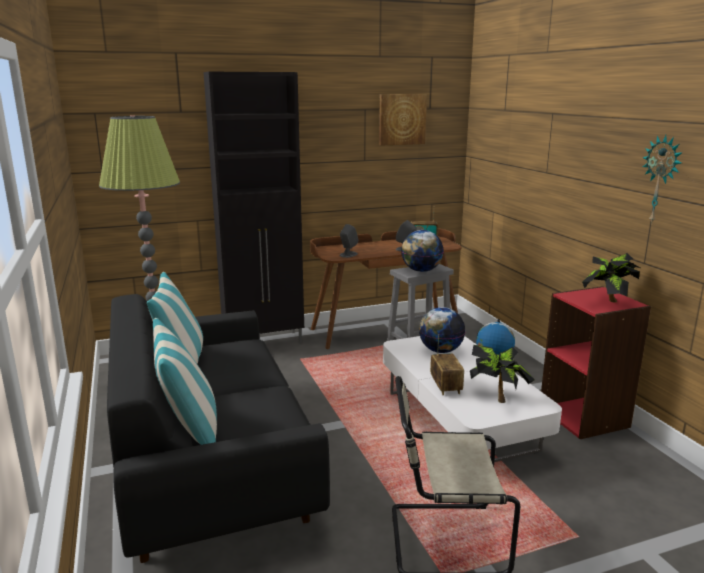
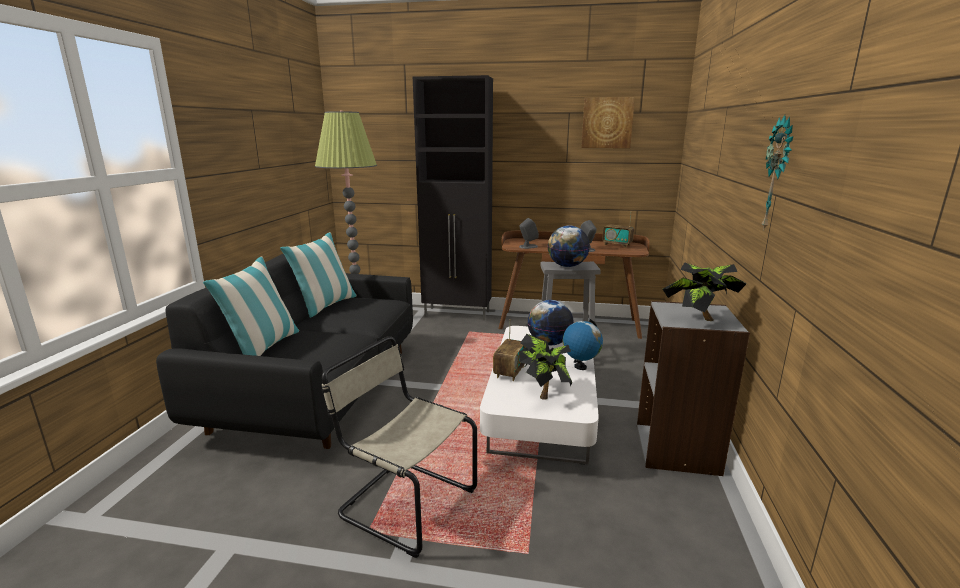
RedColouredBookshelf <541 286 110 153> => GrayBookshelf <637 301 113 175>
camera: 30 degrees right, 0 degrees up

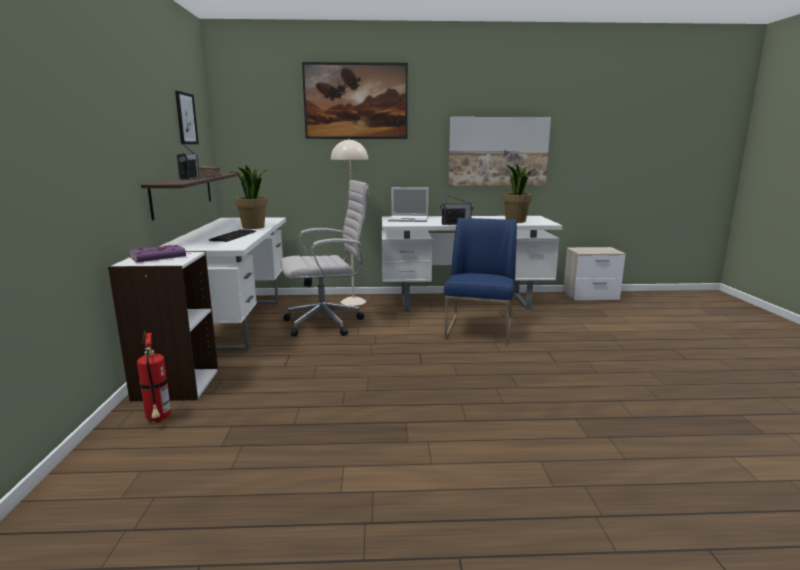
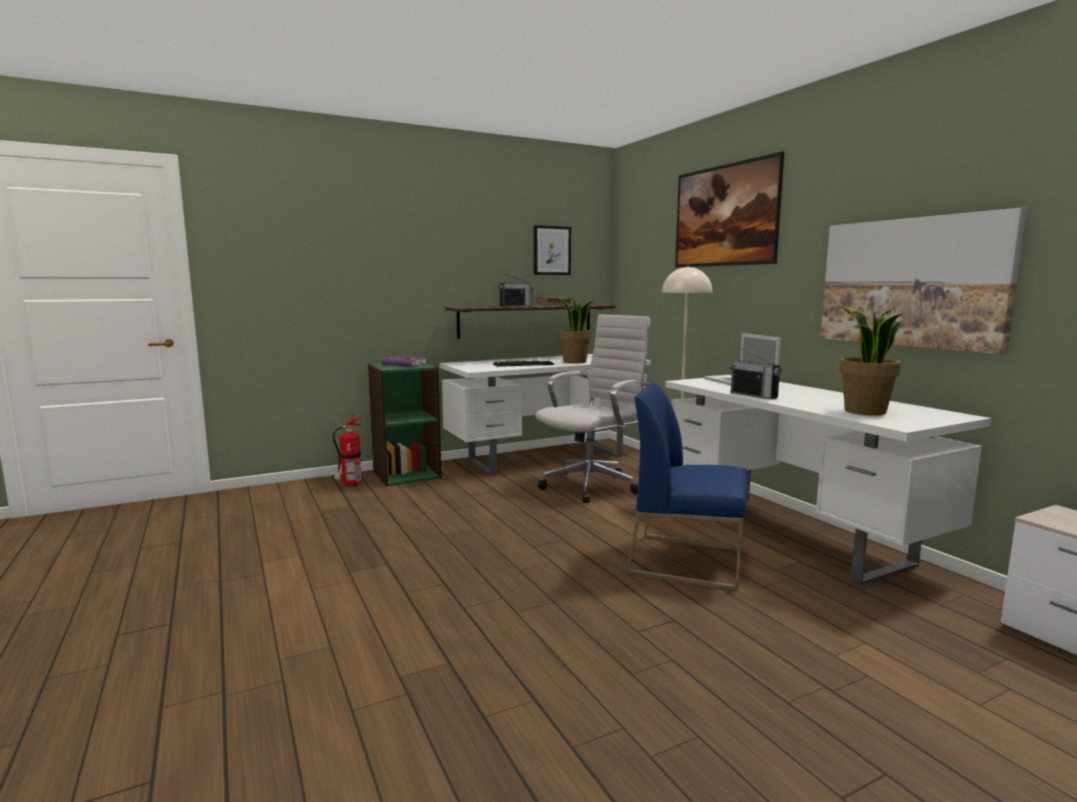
WhiteColouredBookshelf <108 251 110 150> => GreenishBookshelf <368 363 74 124>
WhiteColouredOfficeChair <280 180 89 157> => WhiteColouredOfficeChair <535 314 116 189>, 90 degrees counterclockwise
BlueUprightChair <444 218 73 127> => BlueUprightChair <626 382 123 209>, 150 degrees counterclockwise
camera: 65 degrees right, 5 degrees down

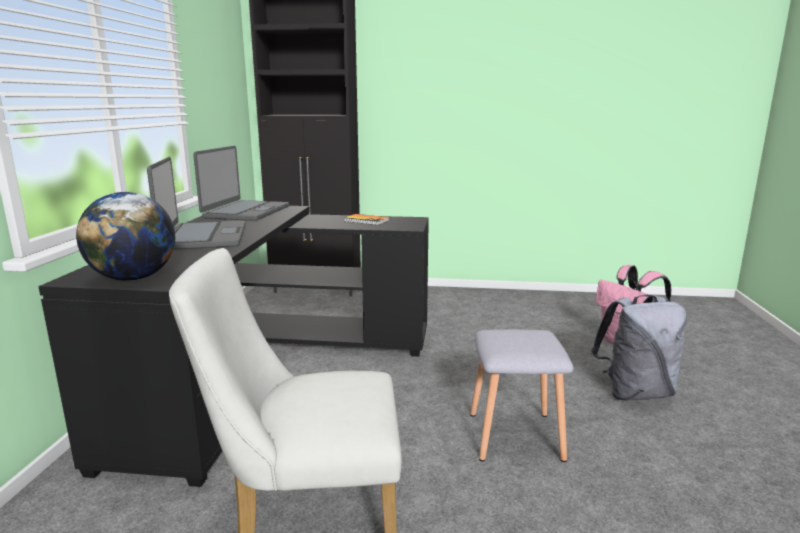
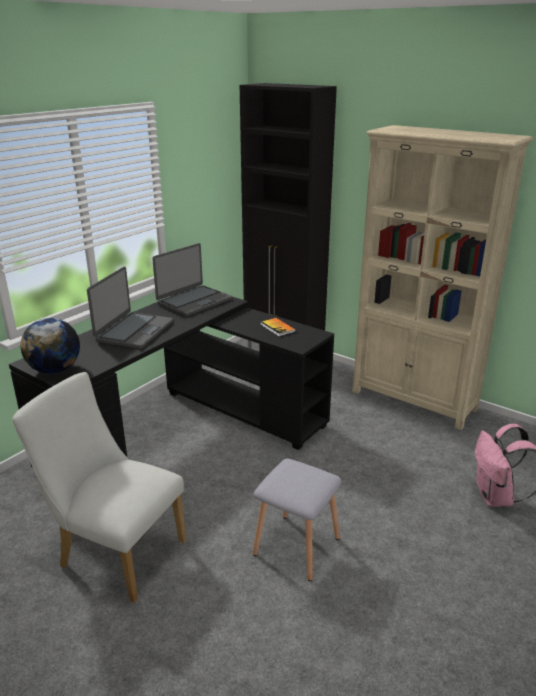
nothing => BeigeBookshelf <352 125 181 305>
GrayKnapsack <591 295 96 106> => nothing
camera: 30 degrees right, 10 degrees up

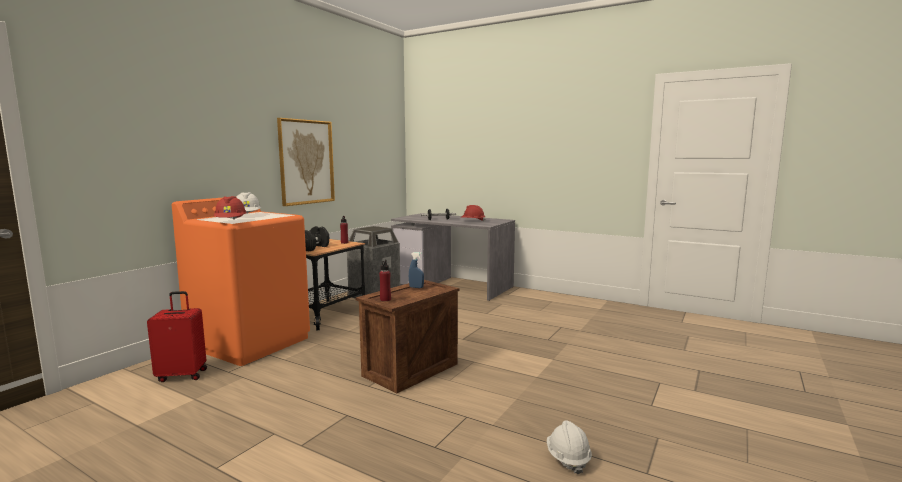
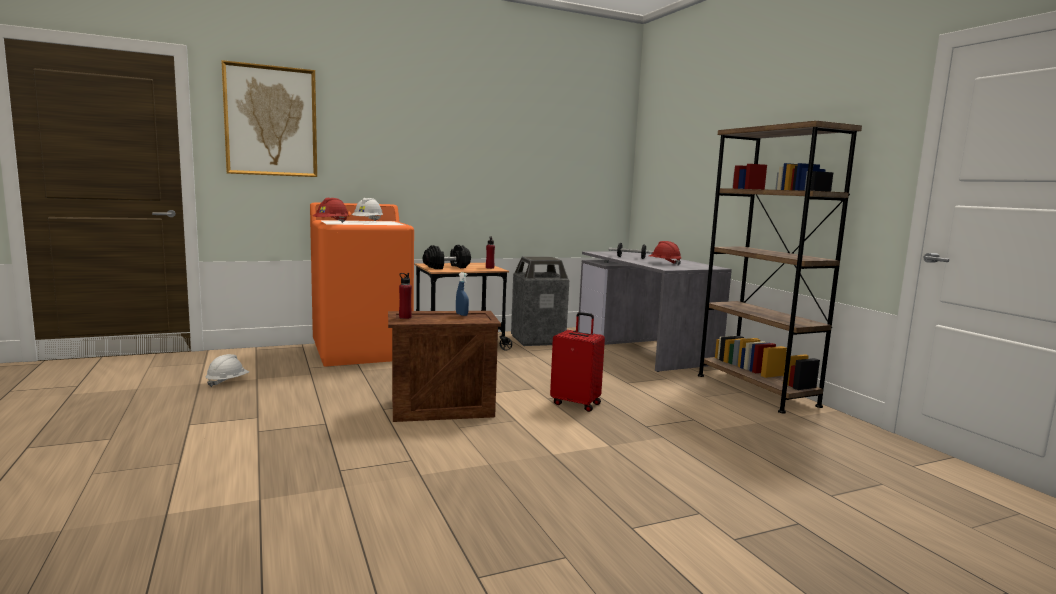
WhiteColouredHardHat <547 420 45 54> => WhiteColouredHardHat <206 354 43 33>, relocated
Picture <277 118 58 88> => Picture <221 60 96 117>, relocated
RedColouredSuitcase <147 291 60 91> => RedColouredSuitcase <550 312 55 100>, relocated
nothing => BrownBookshelf <698 121 164 292>
camera: 35 degrees right, 0 degrees up

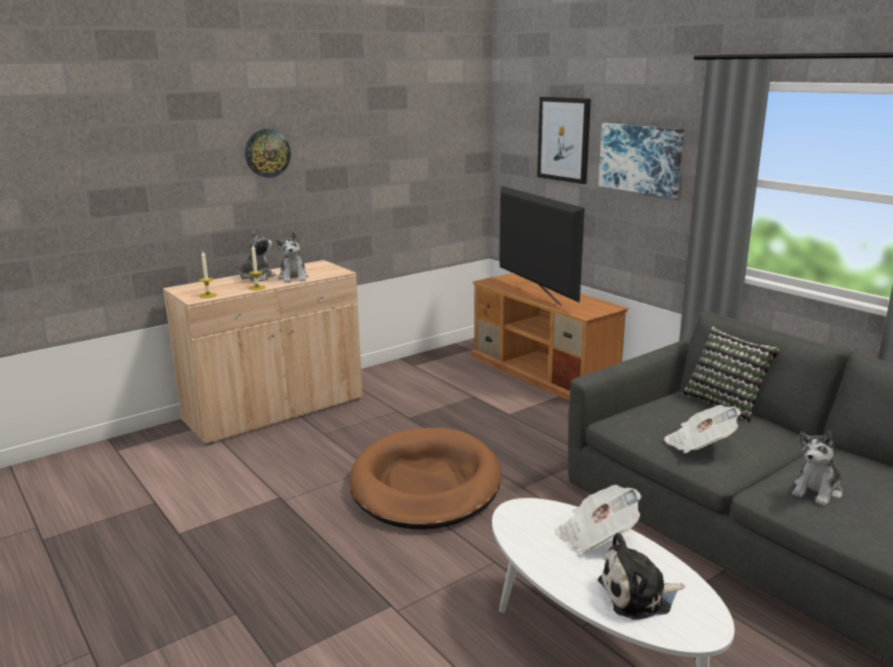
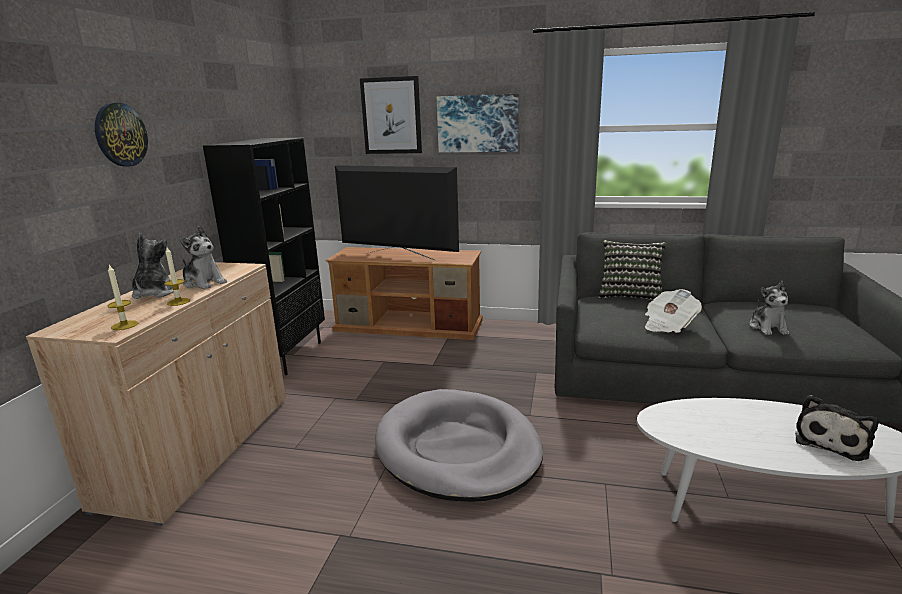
nothing => BlackColouredBookshelf <203 137 122 238>
BrownDogBed <349 428 152 101> => GrayDogBed <375 389 168 113>
DailyPaper <555 485 87 68> => nothing
camera: 40 degrees left, 0 degrees up

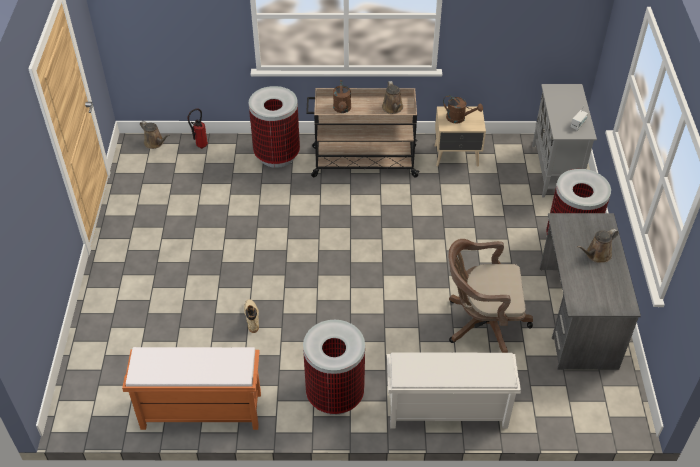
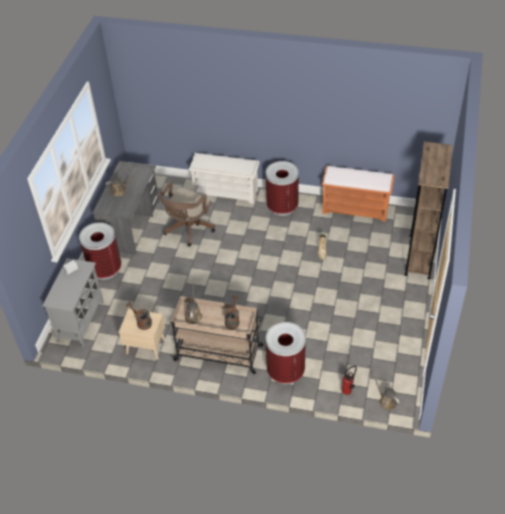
BrownOfficeChair <448 239 85 114> => BrownOfficeChair <158 181 57 66>, 105 degrees clockwise
nothing => BrownBookshelf <404 142 49 137>
camera: 165 degrees left, 0 degrees up

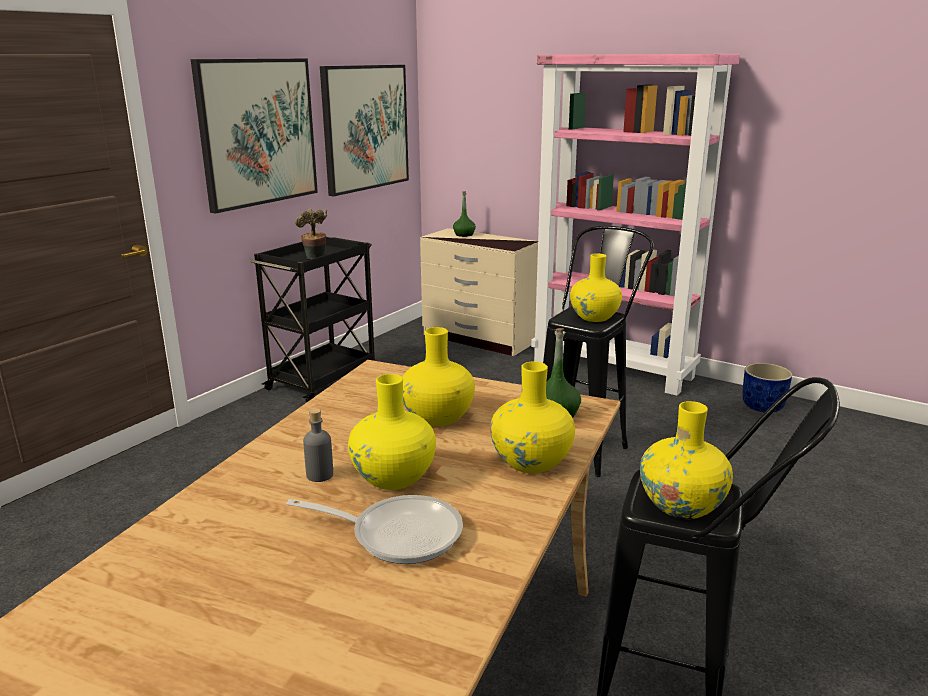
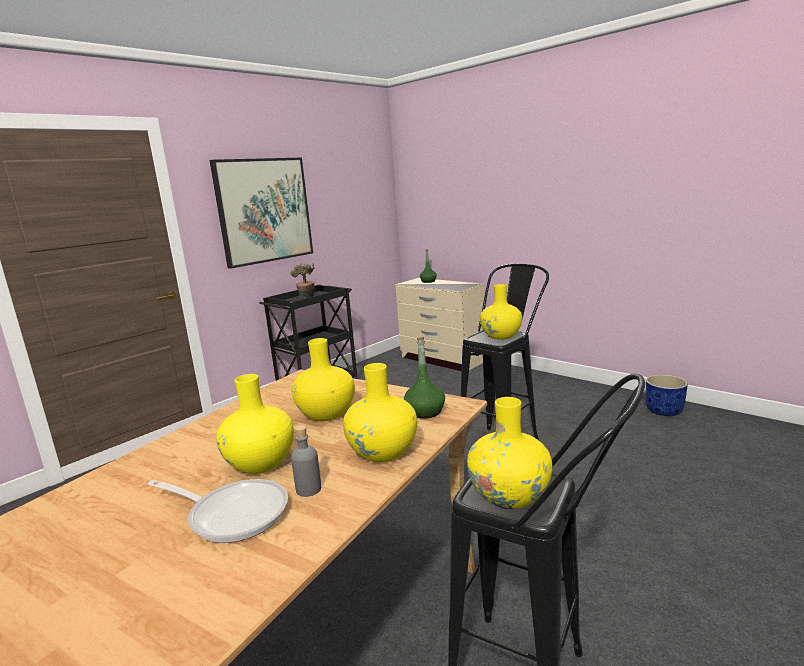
GrayBottle <303 408 30 74> => GrayBottle <291 425 30 72>, relocated
Picture <320 65 89 131> => nothing
PinkBookshelf <531 54 209 342> => nothing
camera: 10 degrees right, 5 degrees down

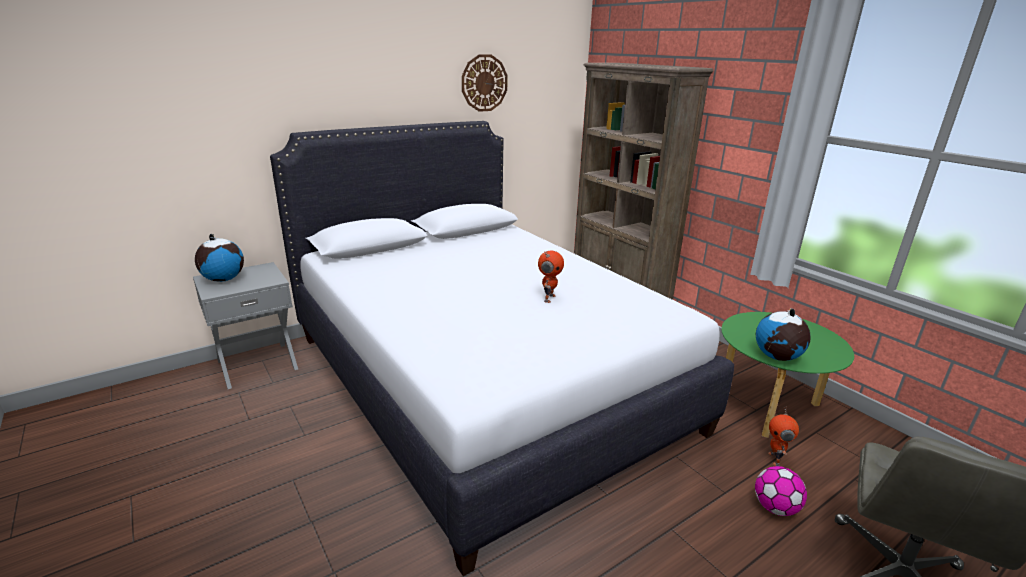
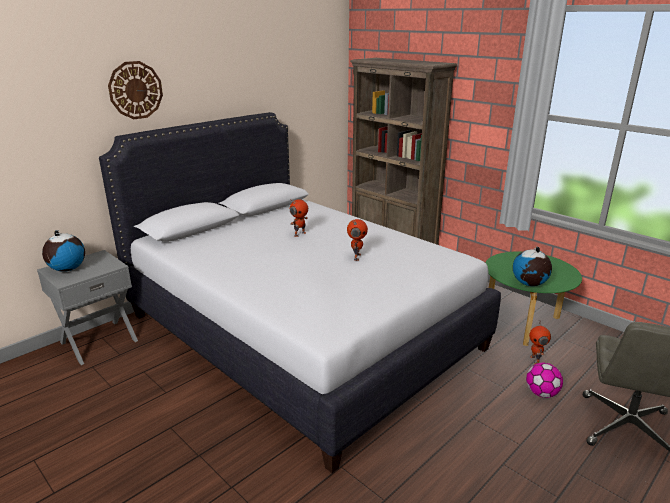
WallClock <462 54 46 58> => WallClock <108 61 55 58>, relocated
nothing => ModelRobot <290 199 18 38>
camera: 10 degrees left, 0 degrees up

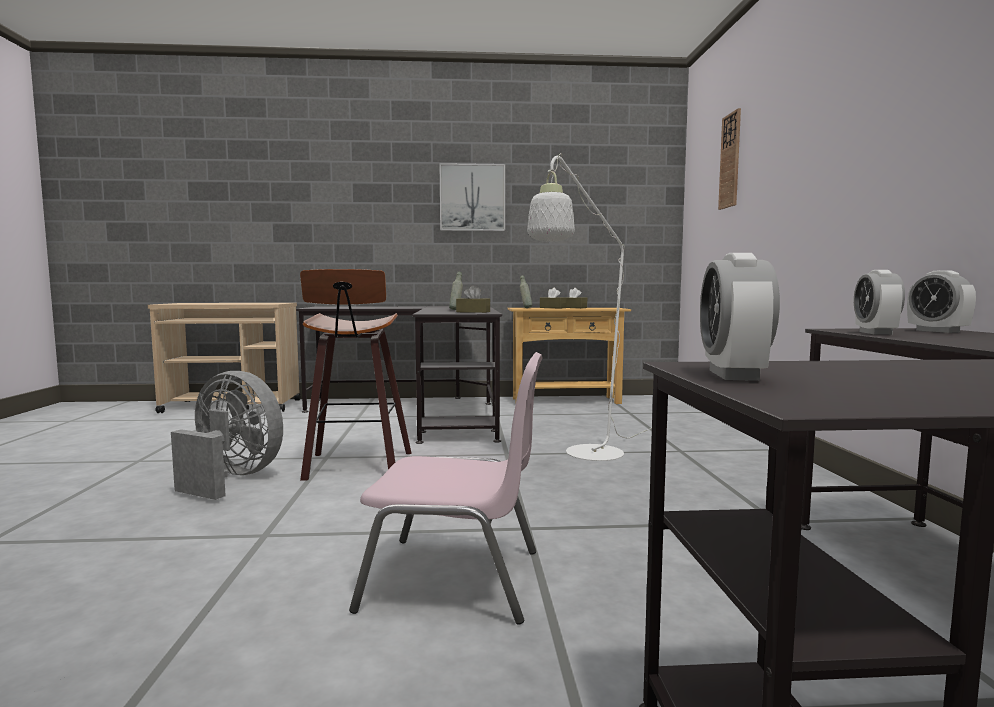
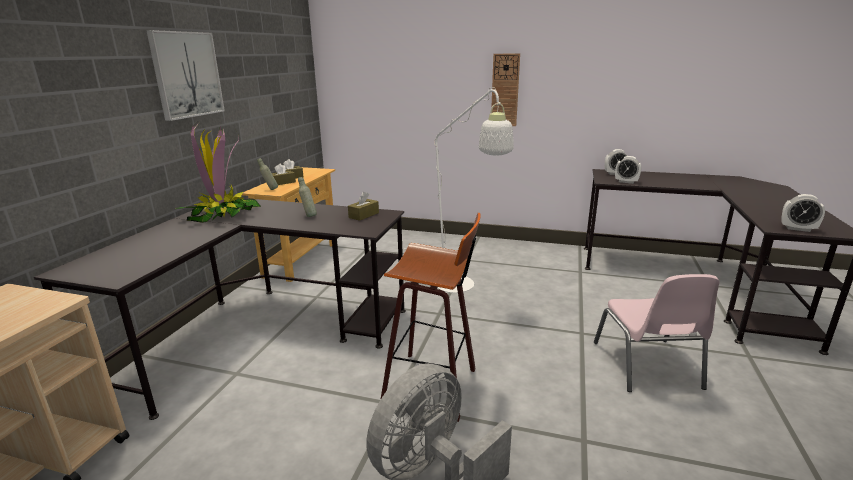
nothing => Houseplant <176 123 85 100>
WallClock <718 108 23 102> => WallClock <491 53 29 73>, relocated
PinkUprightChair <349 352 193 273> => PinkUprightChair <594 274 126 118>, 150 degrees clockwise
camera: 70 degrees left, 15 degrees up

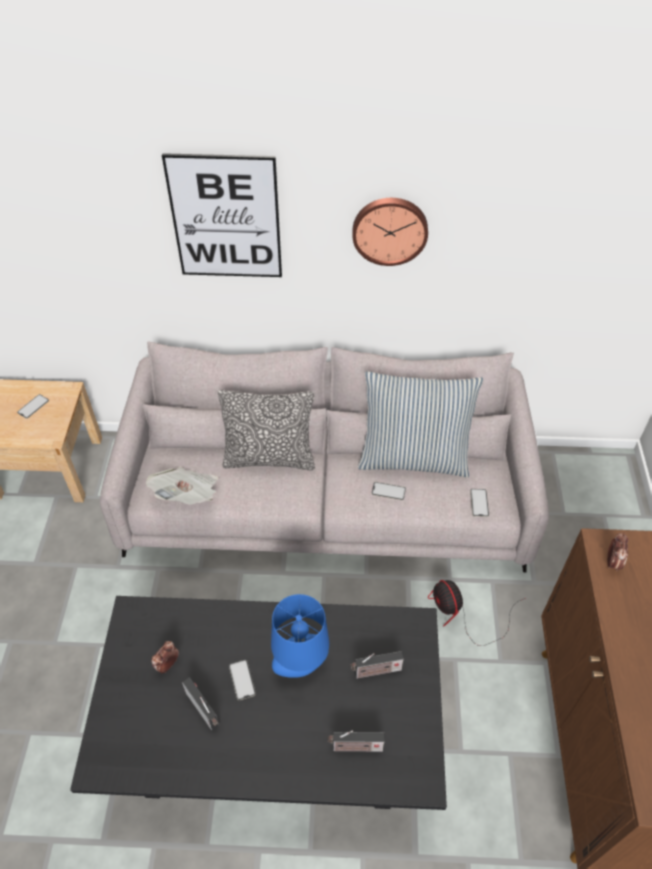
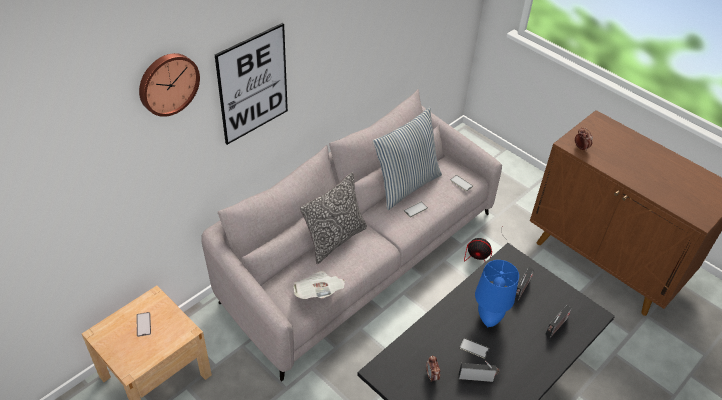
WallClock <352 198 76 68> => WallClock <139 53 61 64>, relocated
camera: 50 degrees left, 5 degrees down

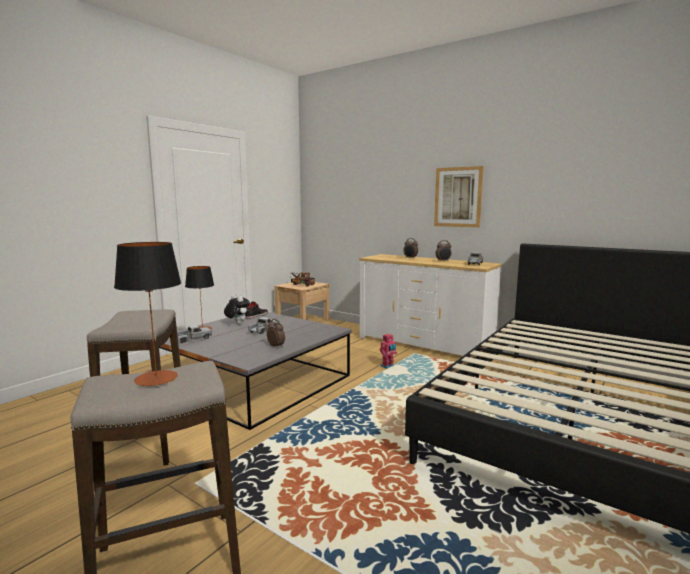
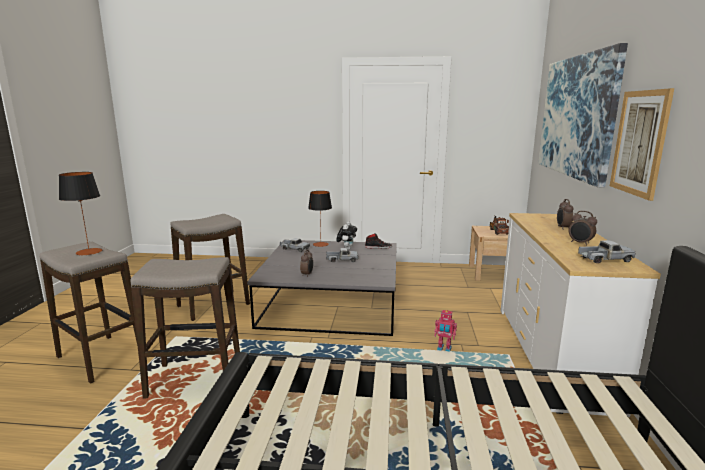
nothing => SittingStool <131 257 109 142>
nothing => Picture <538 43 90 145>
camera: 60 degrees right, 5 degrees up

